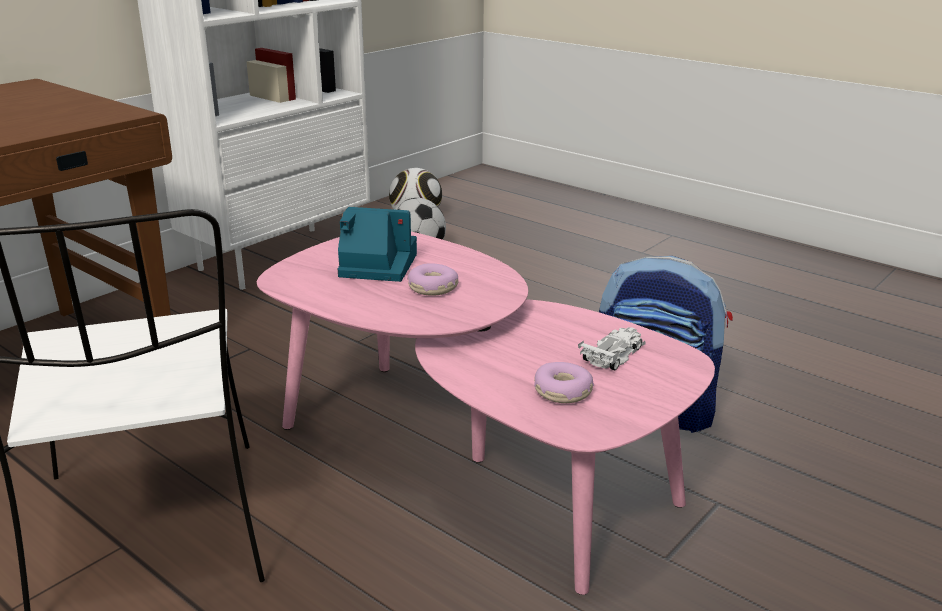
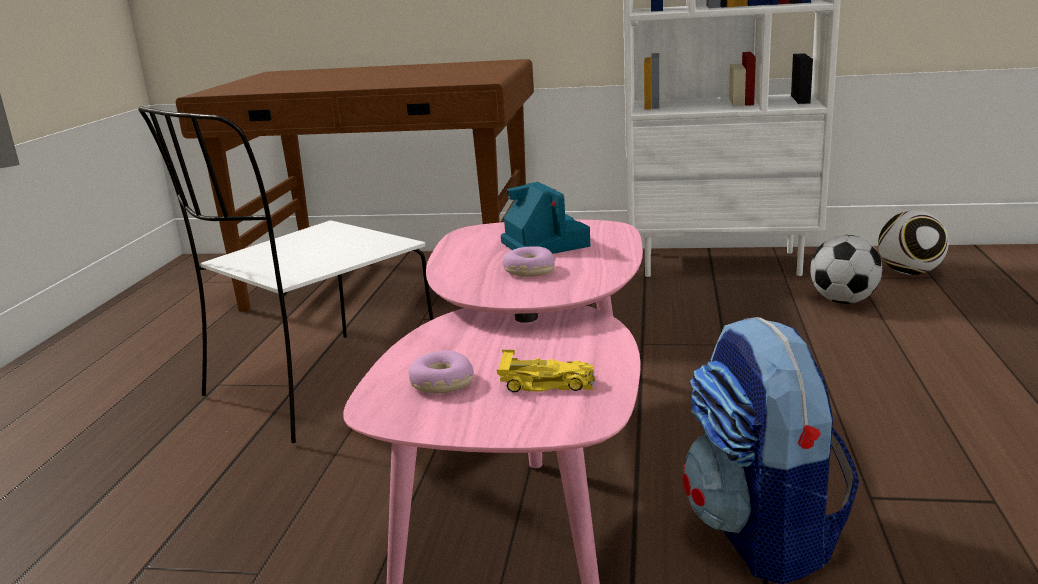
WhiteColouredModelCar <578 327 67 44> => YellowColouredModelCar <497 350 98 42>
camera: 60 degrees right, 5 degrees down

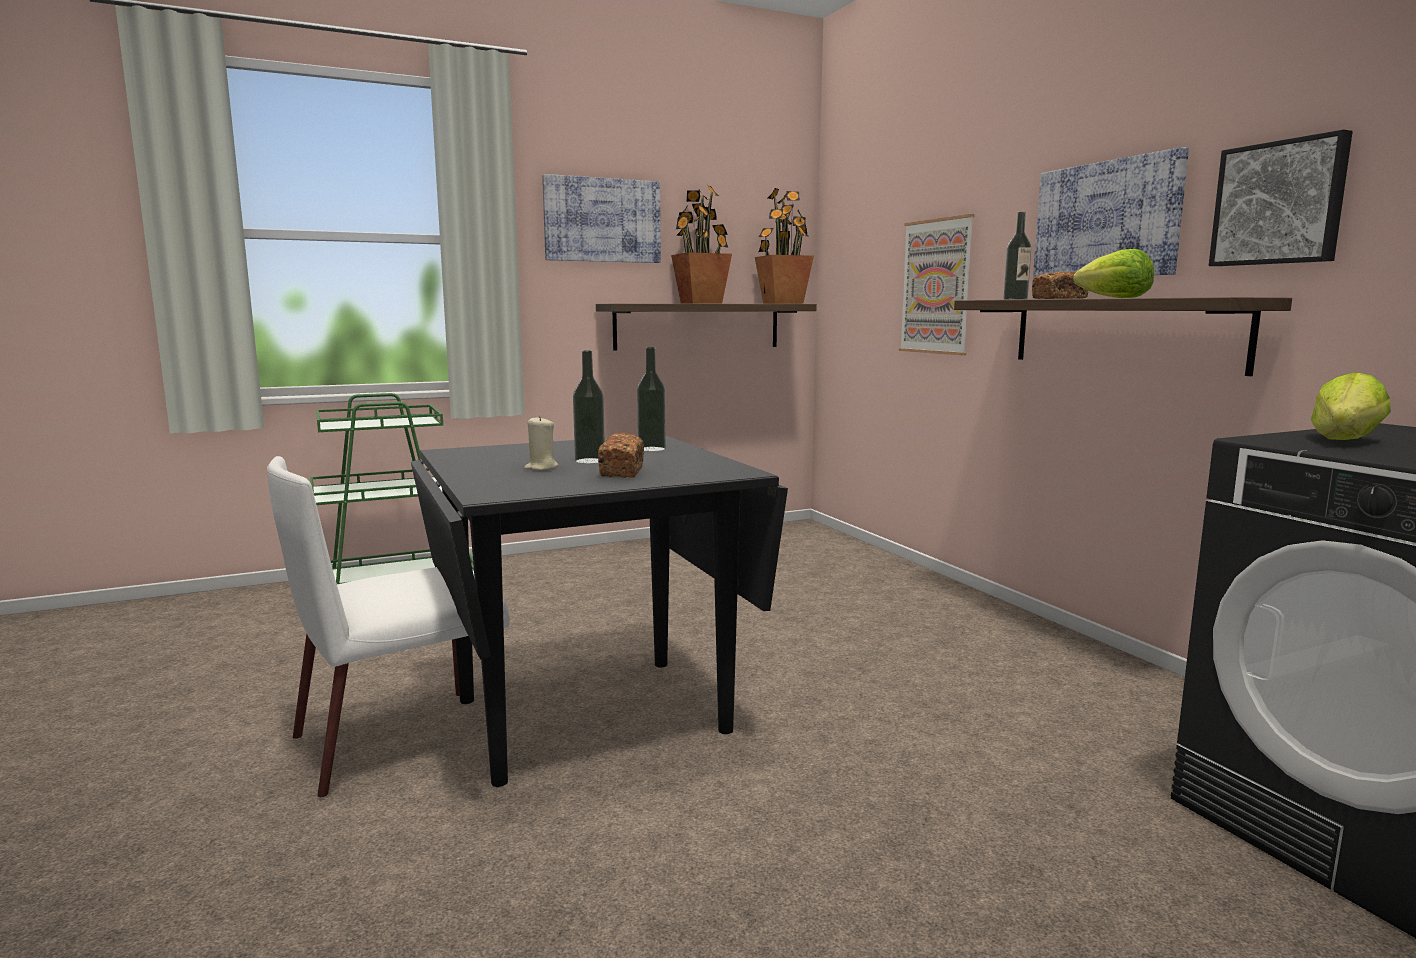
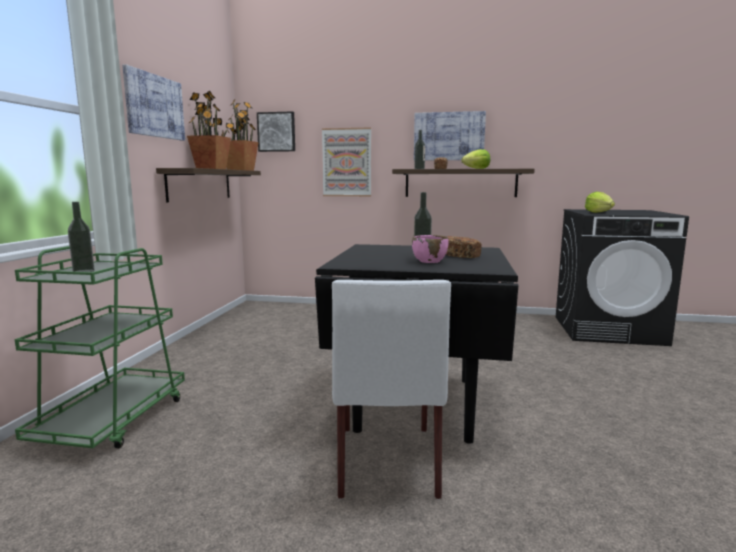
Bottle <637 347 29 105> => Bottle <68 202 27 70>, relocated
Picture <1209 130 144 136> => Picture <257 111 38 41>, relocated
BeigeWaxCandle <524 416 34 54> => PinkServingBowl <412 235 36 28>
camera: 55 degrees left, 0 degrees up

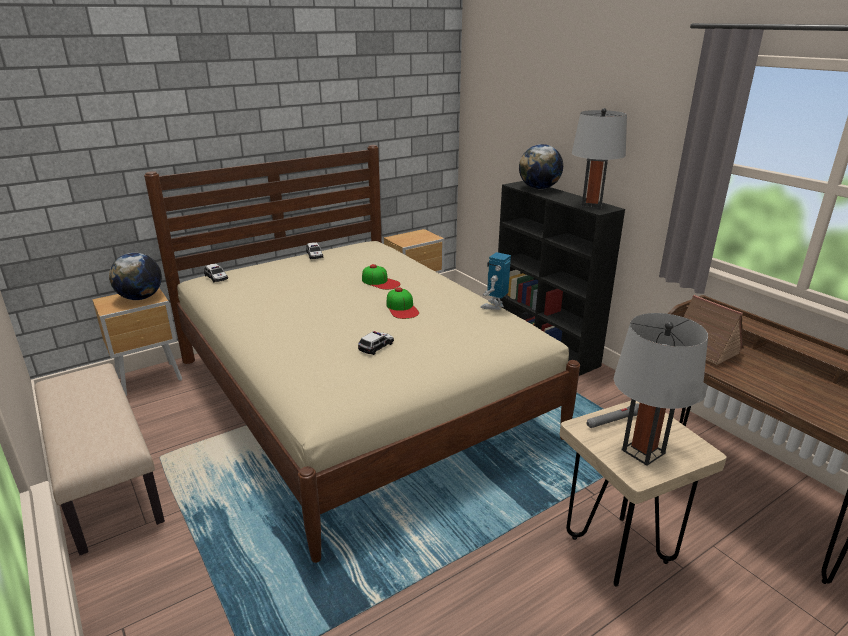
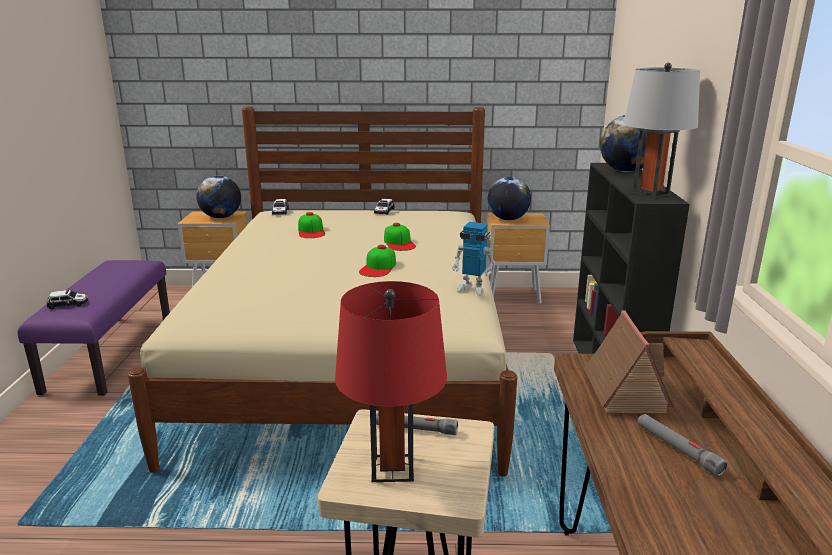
BeigeIndoorBench <34 363 131 193> => PurplishIndoorBench <18 260 152 136>
ModelCar <358 331 36 24> => ModelCar <47 289 41 20>, relocated
nothing => Cap <298 212 27 26>
GrayTableLamp <614 313 94 153> => RedColouredTableLamp <335 281 112 201>
ModelRobot <480 252 31 58> => ModelRobot <452 222 43 74>, 135 degrees counterclockwise
nothing => Globe <488 177 43 43>
nothing => GrayTorch <638 414 89 62>
camera: 35 degrees right, 5 degrees down

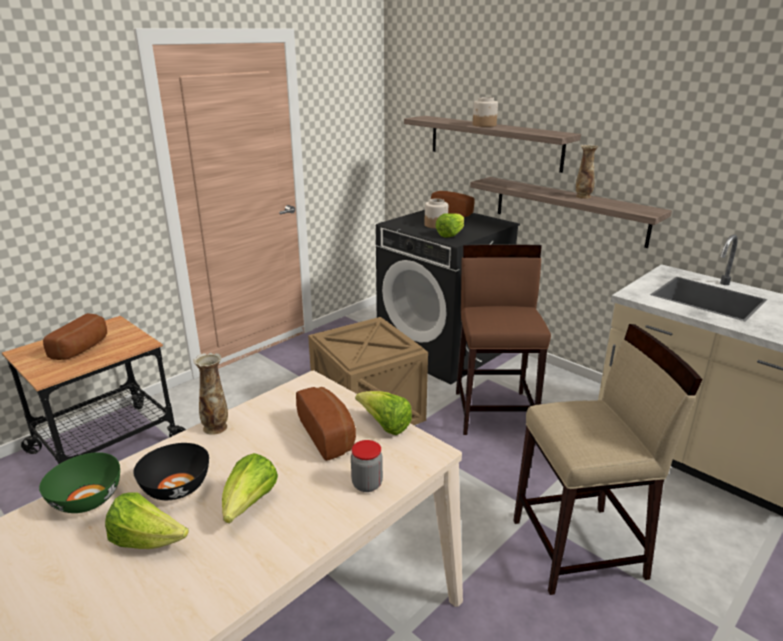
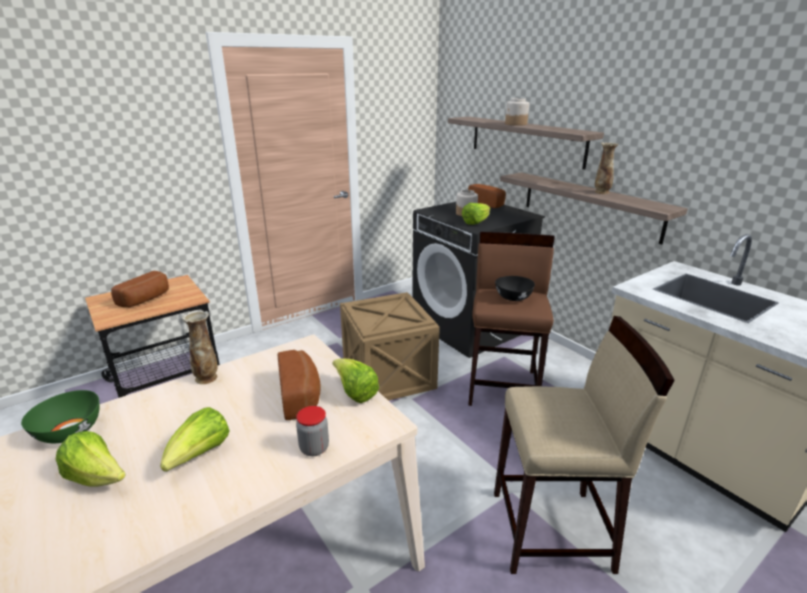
BlackColouredServingBowl <133 443 76 57> => BlackColouredServingBowl <495 276 40 25>, relocated
camera: 10 degrees right, 0 degrees up

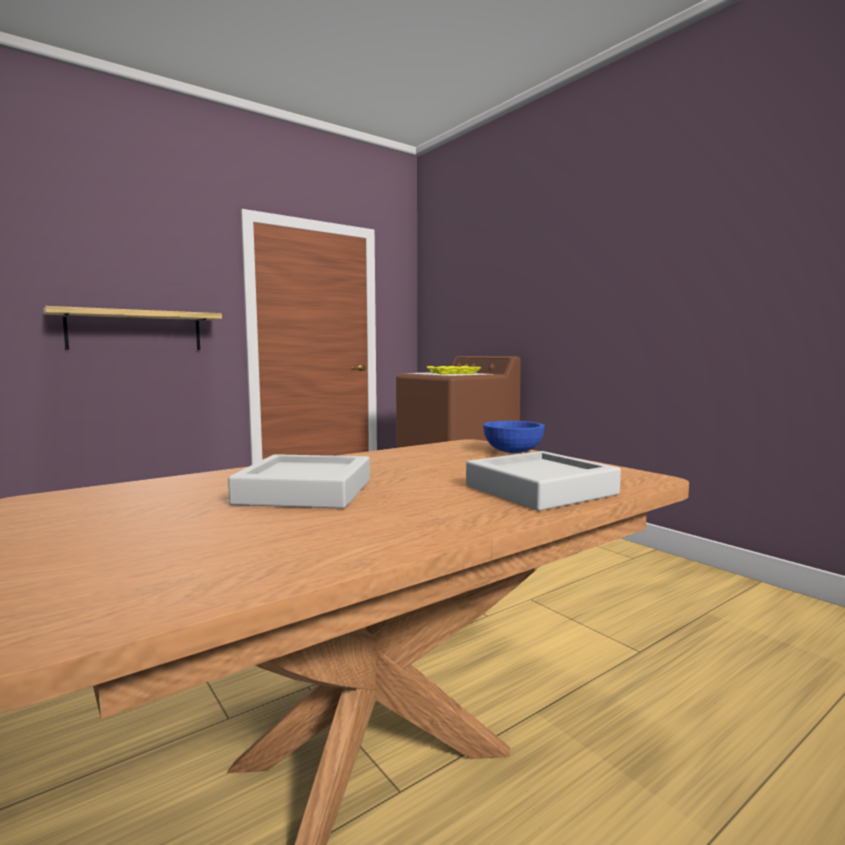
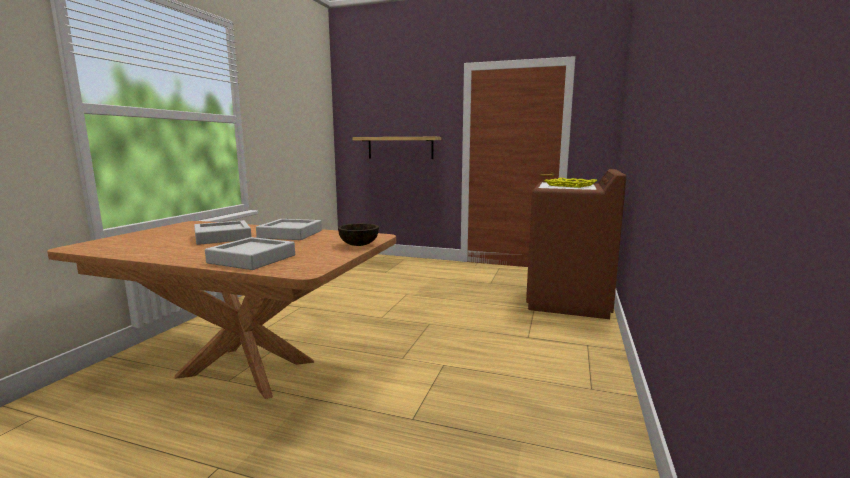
nothing => GrayCarryingTray <256 219 66 21>
BlueServingBowl <483 421 62 32> => BrownServingBowl <338 223 41 23>
camera: 55 degrees right, 5 degrees up

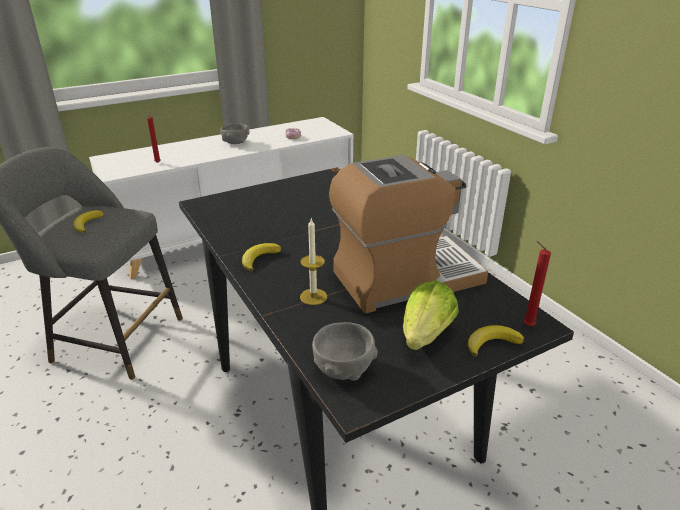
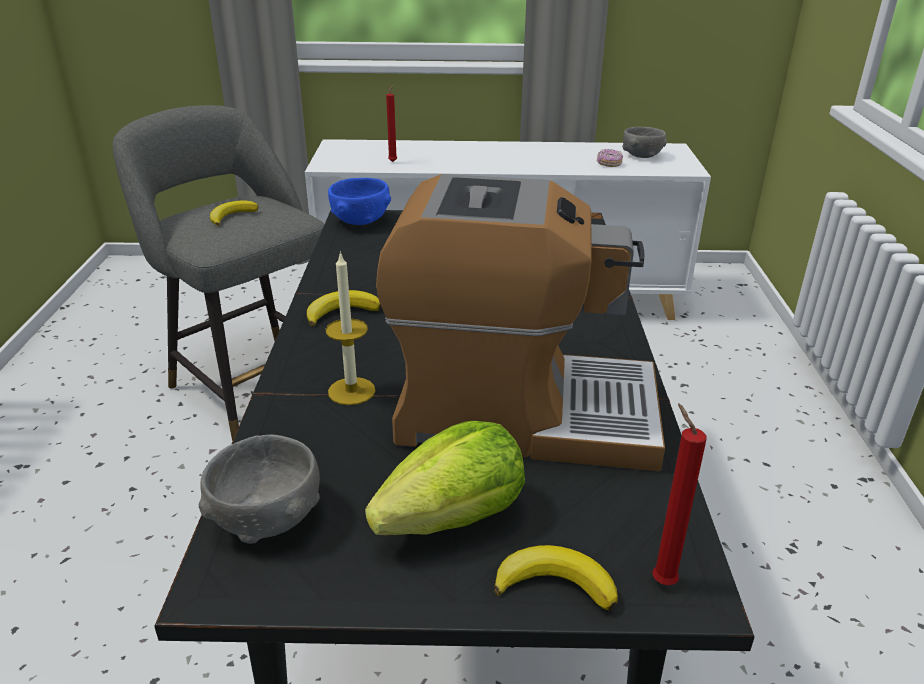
nothing => BlueServingBowl <328 178 63 47>
GrayServingBowl <220 123 30 21> => GrayServingBowl <622 127 45 31>, relocated
camera: 30 degrees right, 0 degrees up

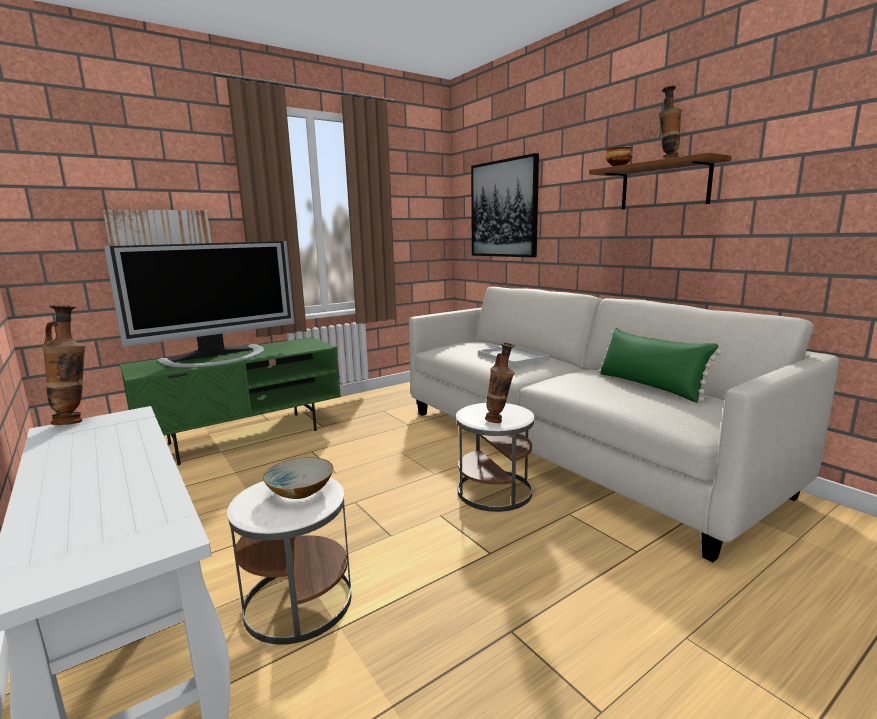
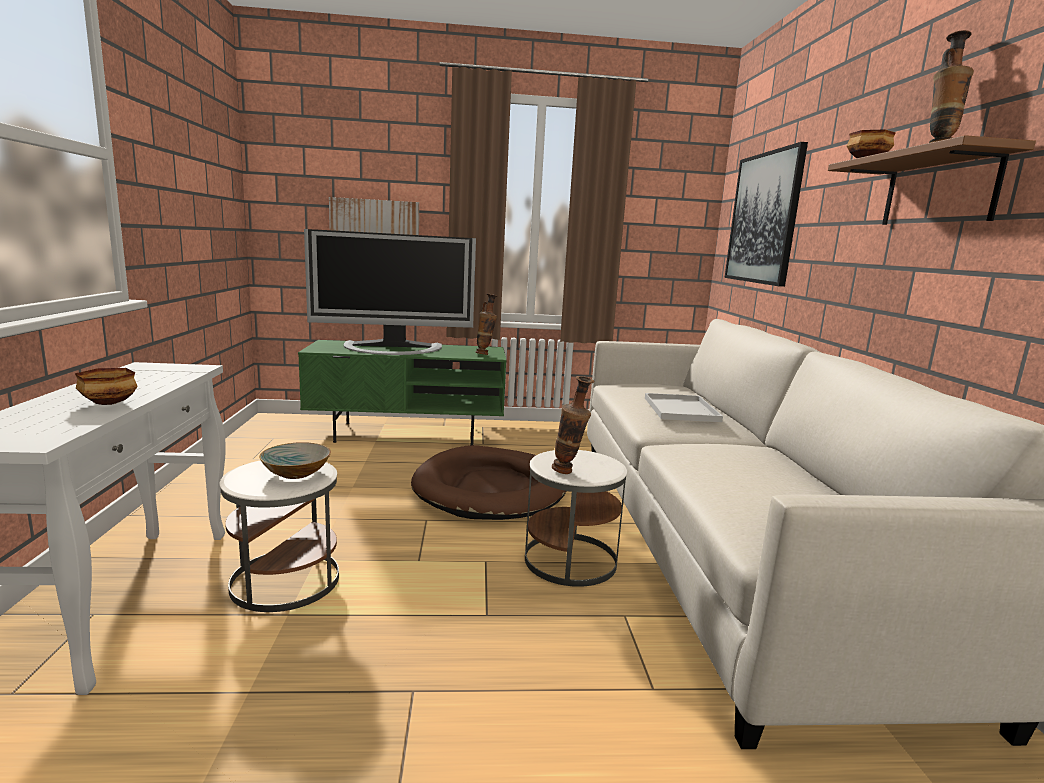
nothing => ServingBowl <75 368 63 37>
nothing => BrownDogBed <411 445 155 75>
DecorativeVase <42 305 44 120> => DecorativeVase <475 294 22 61>, relocated
GreenishThrowPillow <598 328 124 75> => nothing
camera: 30 degrees right, 0 degrees up

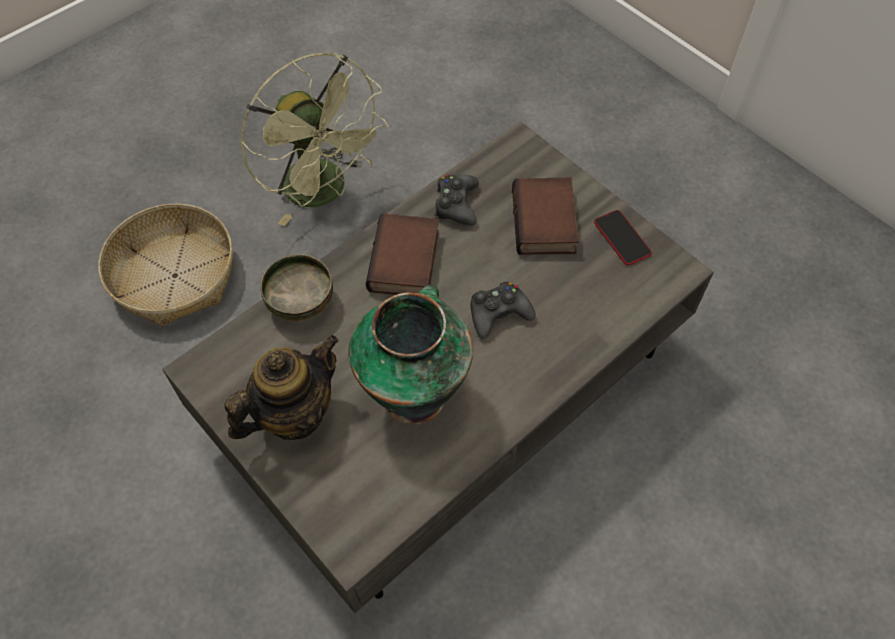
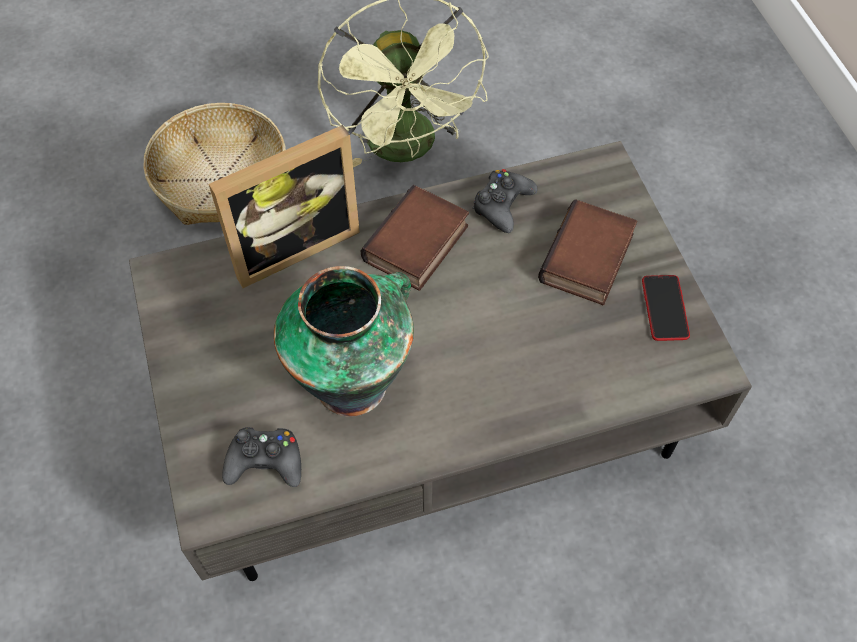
ServingBowl <260 254 73 67> => PhotoFrame <209 125 151 163>
BlackColouredGamepad <471 282 65 56> => BlackColouredGamepad <222 427 79 60>, relocated
TeaPot <224 335 115 105> => nothing
camera: 25 degrees right, 0 degrees up

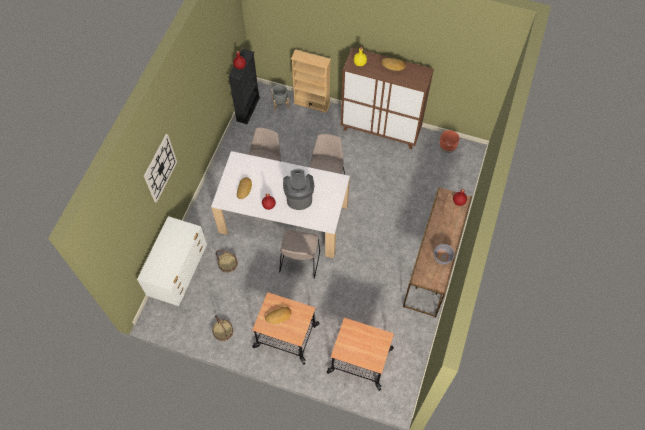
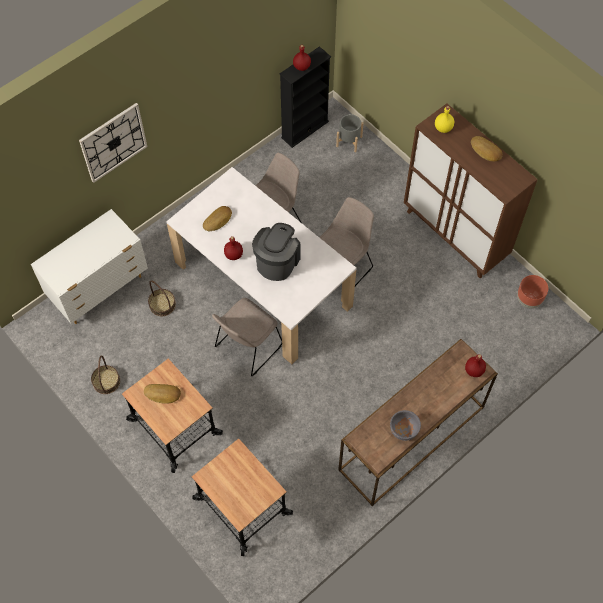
BeigeBookshelf <291 49 40 64> => nothing
camera: 30 degrees right, 0 degrees up

